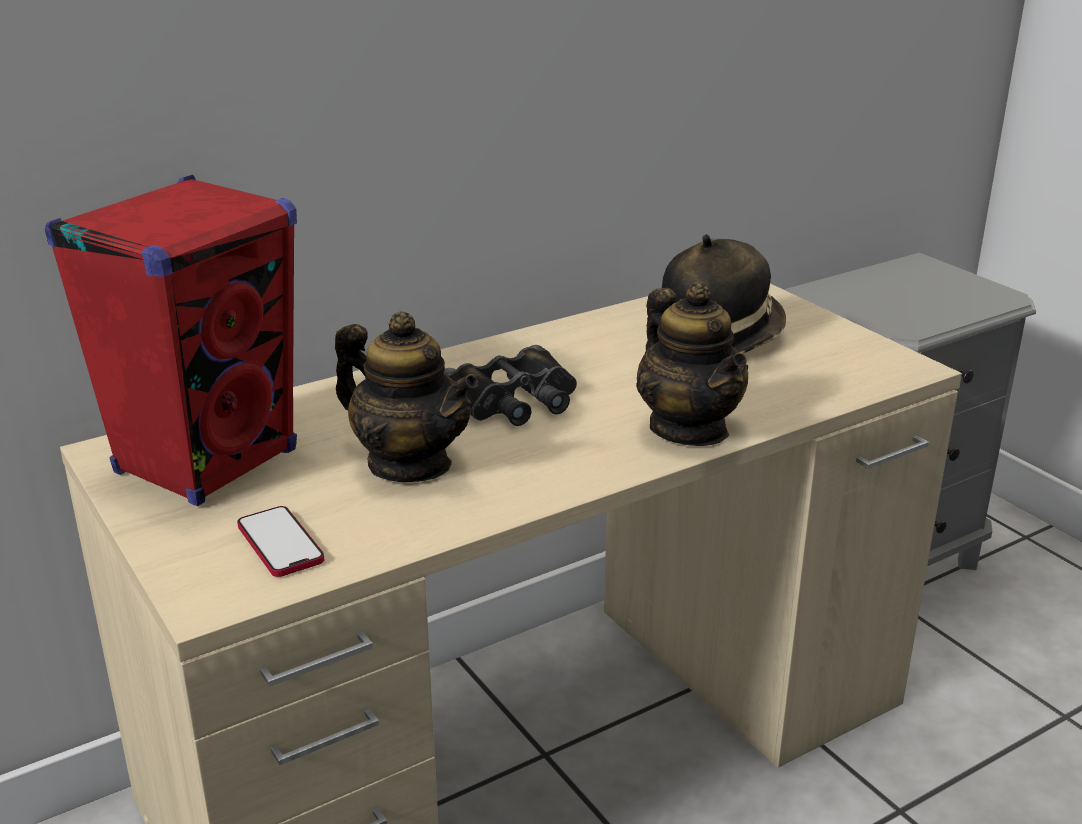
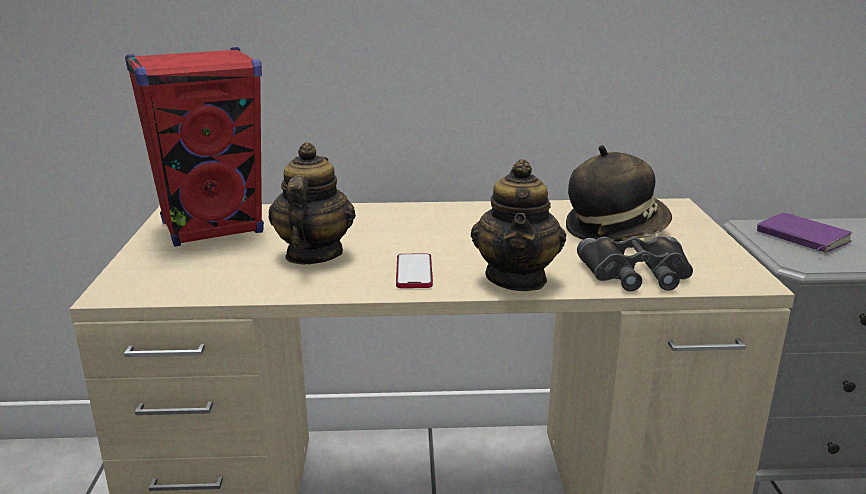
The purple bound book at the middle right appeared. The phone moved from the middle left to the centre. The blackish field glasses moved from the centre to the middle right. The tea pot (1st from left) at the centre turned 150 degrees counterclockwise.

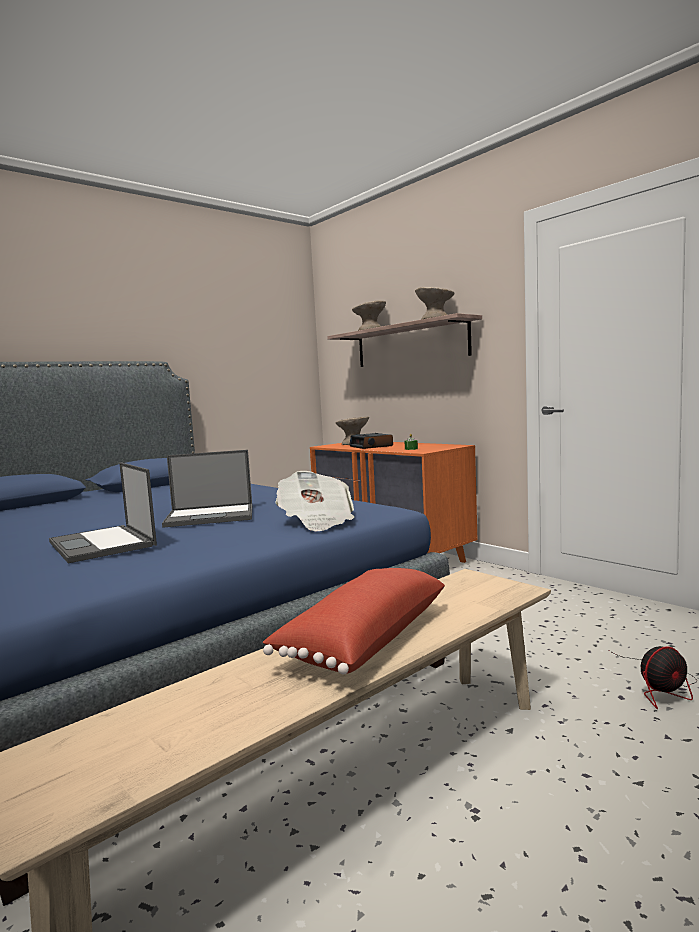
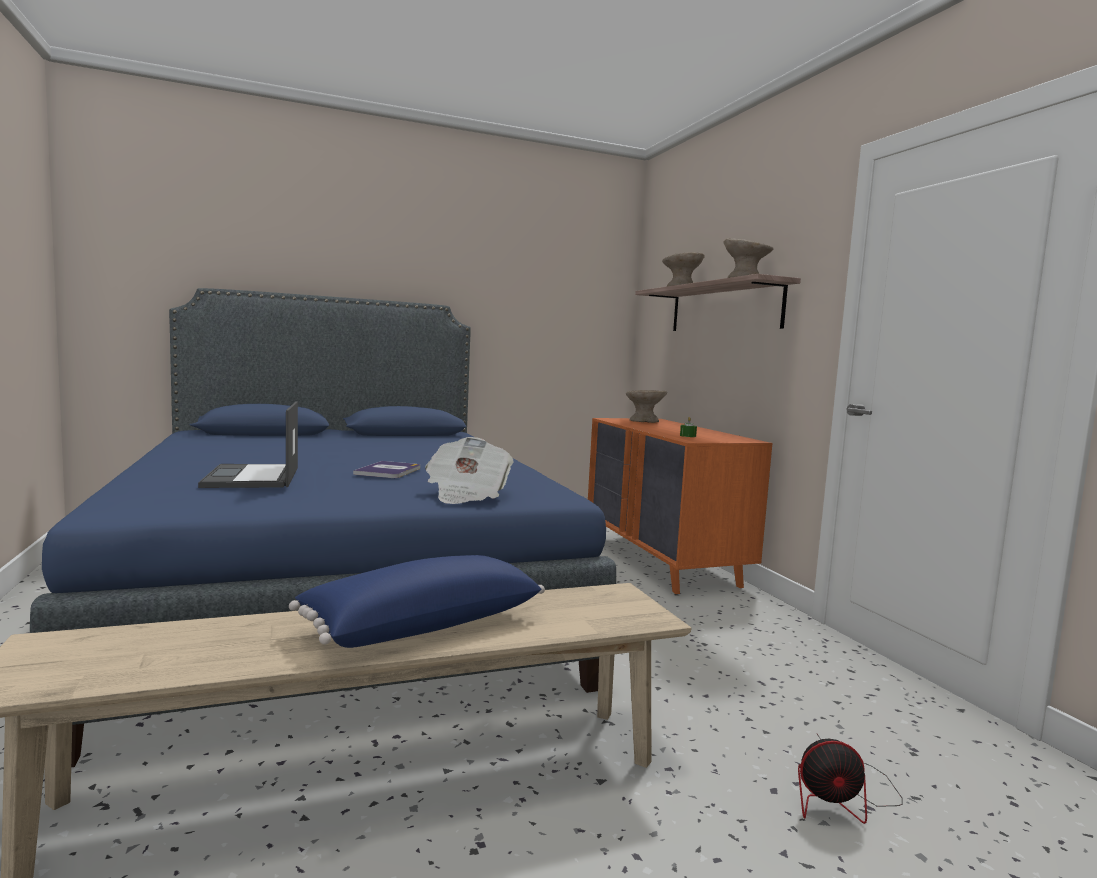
The bedside clock at the centre disappeared. The notebook computer (2nd from left) at the middle left was replaced by the bound book at the centre. The red throw pillow at the centre became the blue throw pillow at the bottom centre.

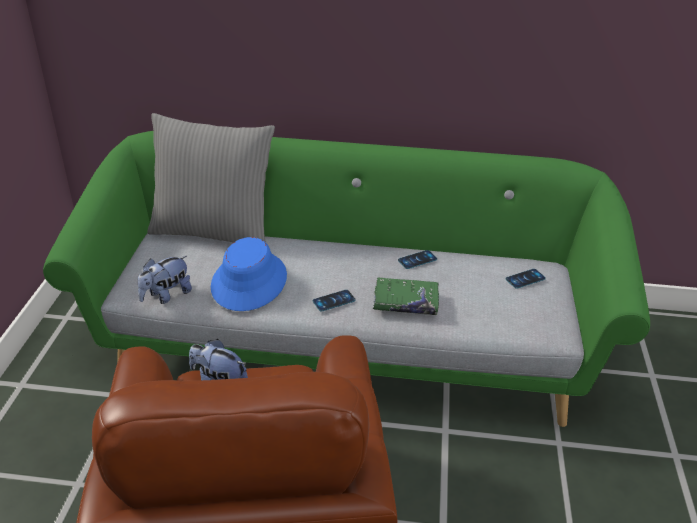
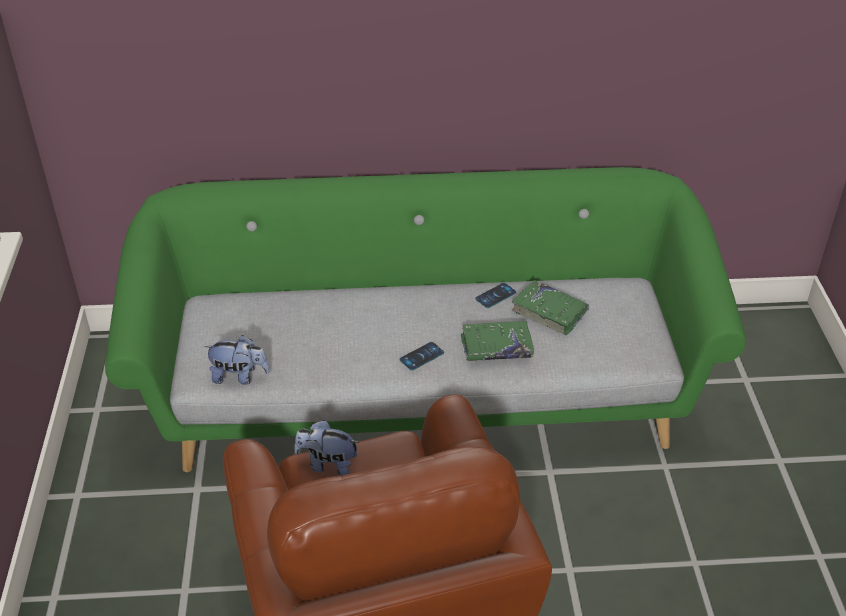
The gray throw pillow at the middle left disappeared. The blue hat at the centre disappeared. The phone (3rd from left) at the middle right disappeared. The greenish bound book (2nd from left) at the centre appeared. The plush toy (1st from left) at the middle left turned 120 degrees counterclockwise.

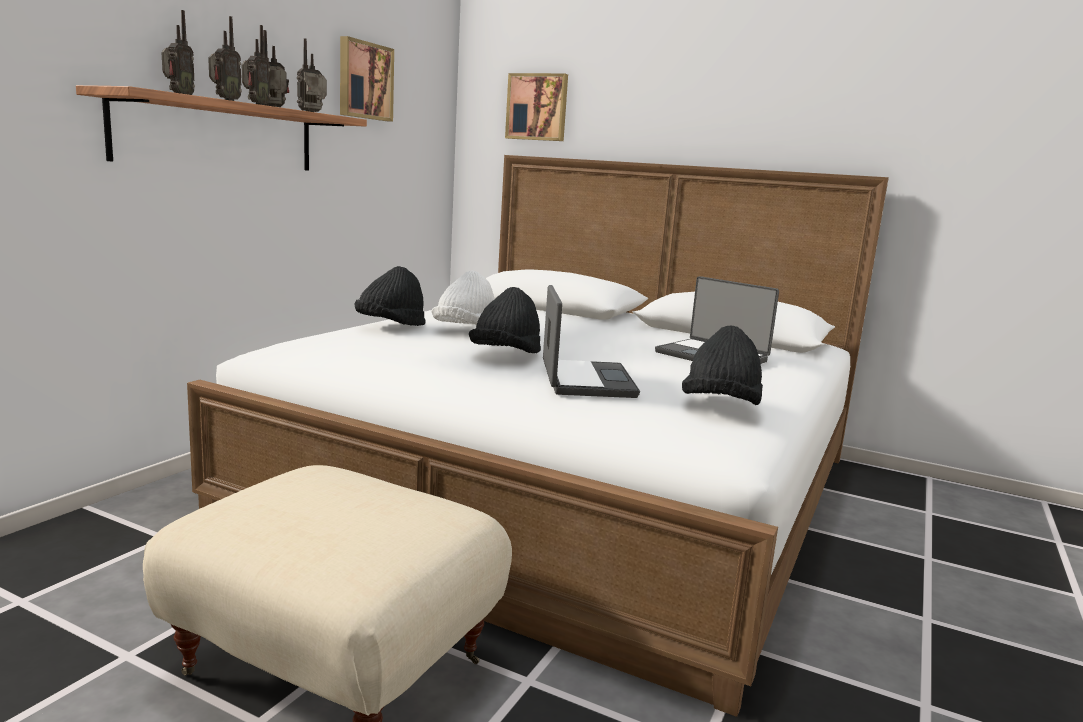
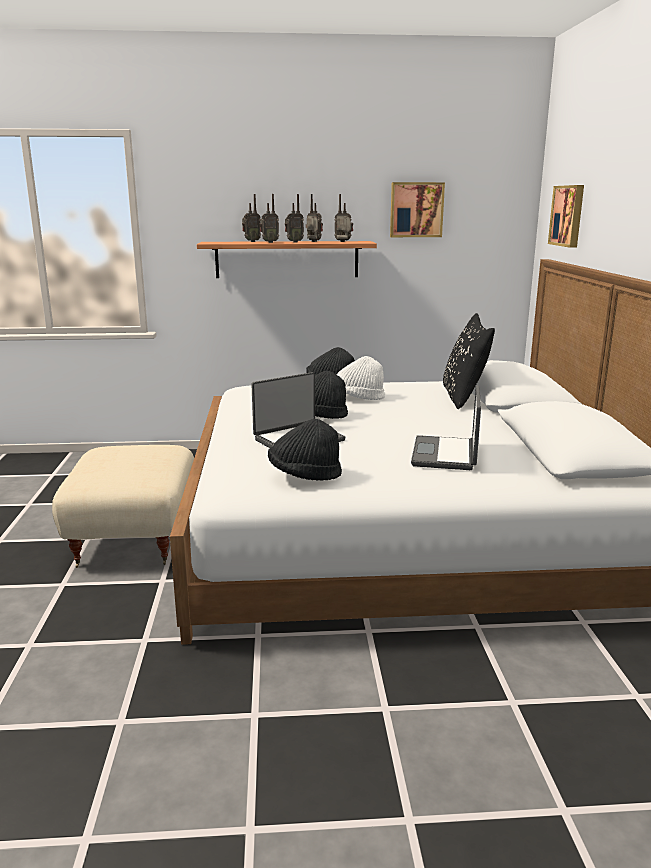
The blackish throw pillow at the middle right appeared.

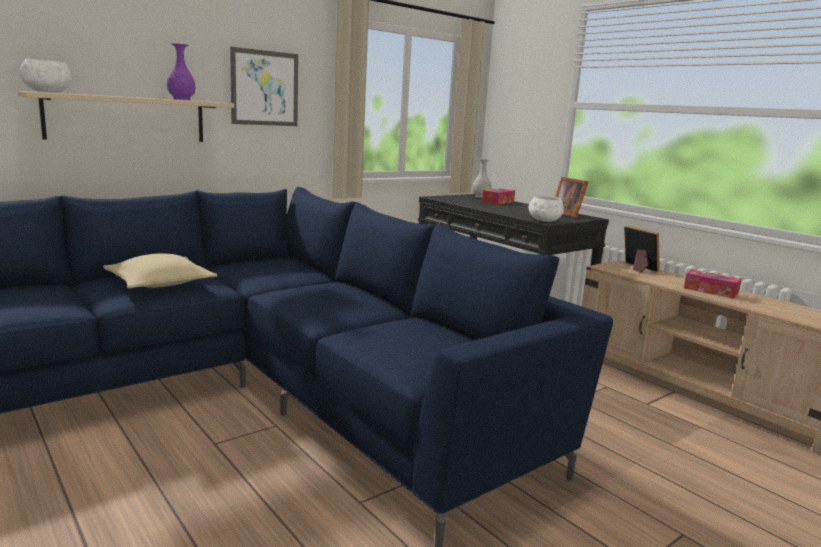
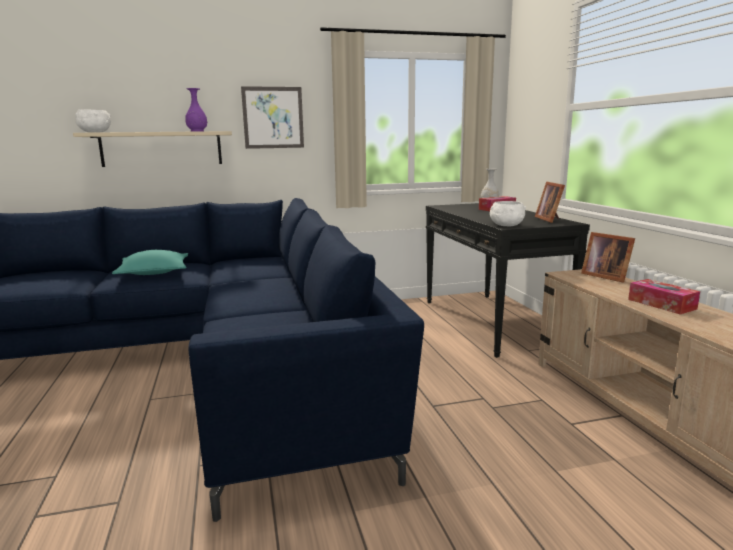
The beige throw pillow at the middle left became the blue-green throw pillow at the middle left. The picture frame (2nd from left) at the middle right turned 150 degrees clockwise.

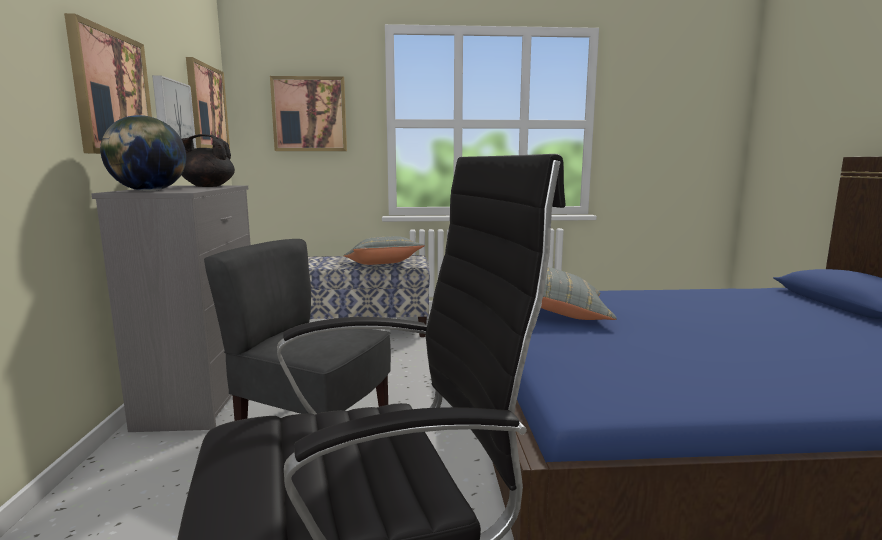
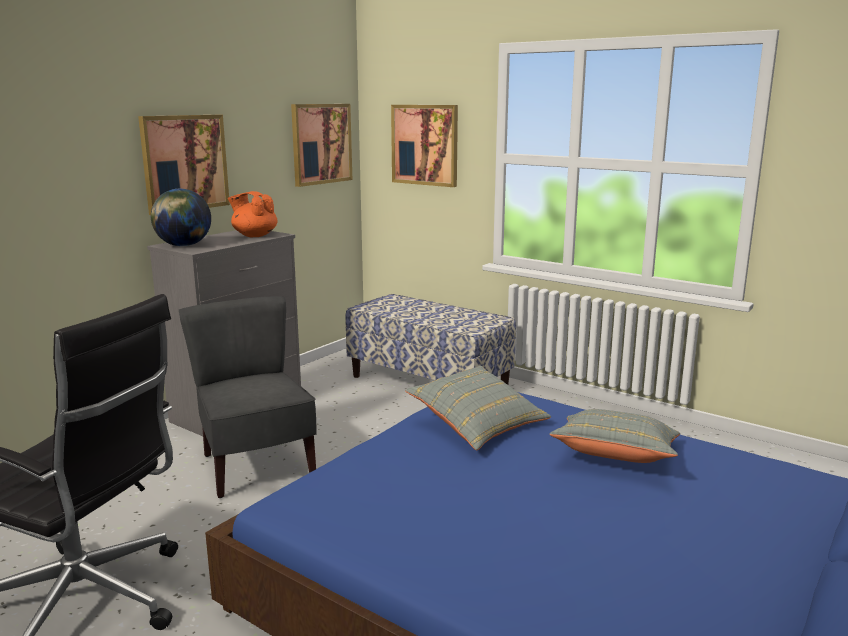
The wall art (2nd from left) at the top left disappeared. The gray throw pillow (1st from left in the first image) moved from the centre to the bottom right. The blackish tea pot at the top left became the orangey tea pot at the middle left.

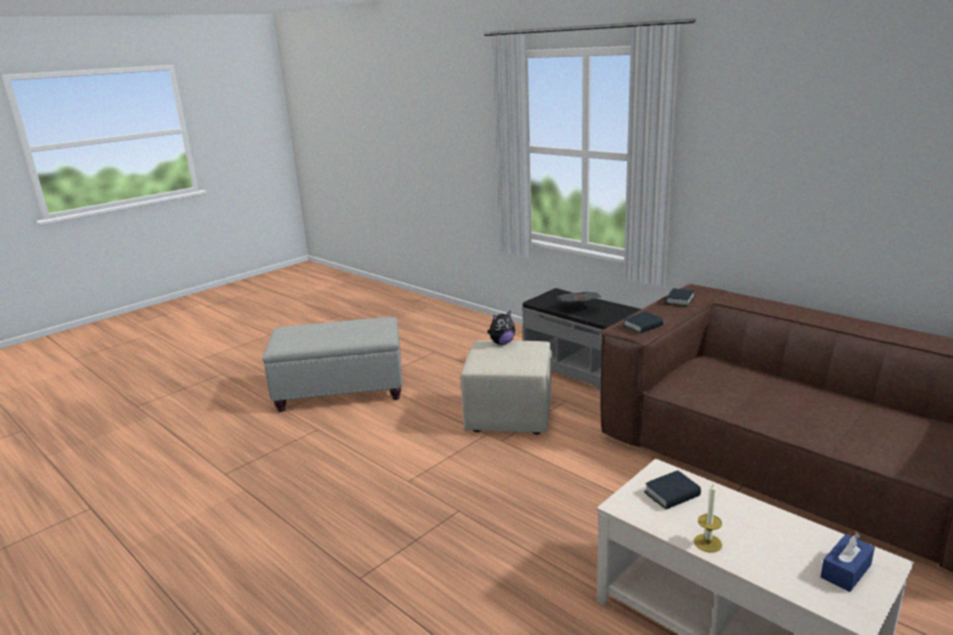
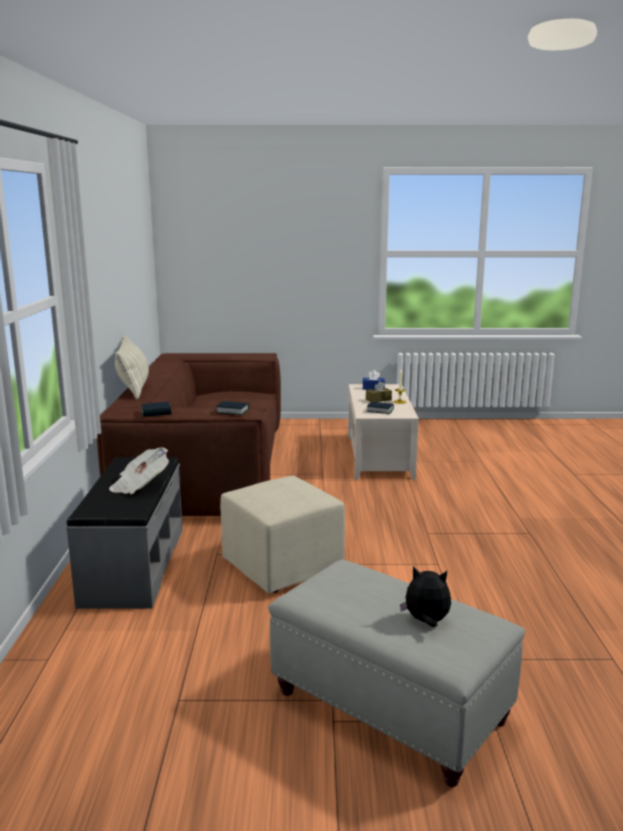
The throw pillow at the middle left appeared. The brownish box of tissues at the centre appeared. The plush toy moved from the centre to the bottom right.

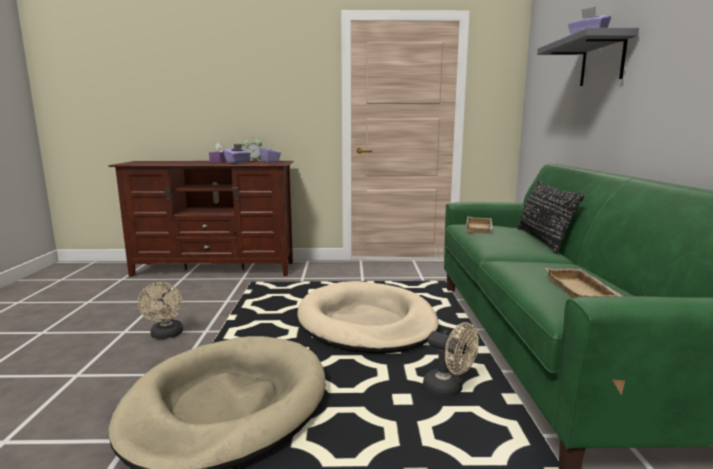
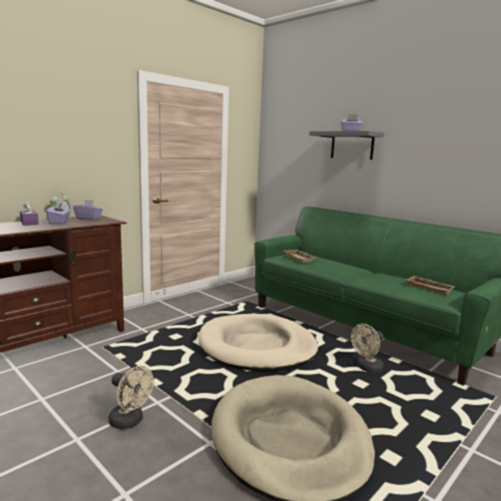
The blackish throw pillow at the middle right disappeared. The beige electric fan (2nd from left) at the bottom centre turned 150 degrees clockwise.

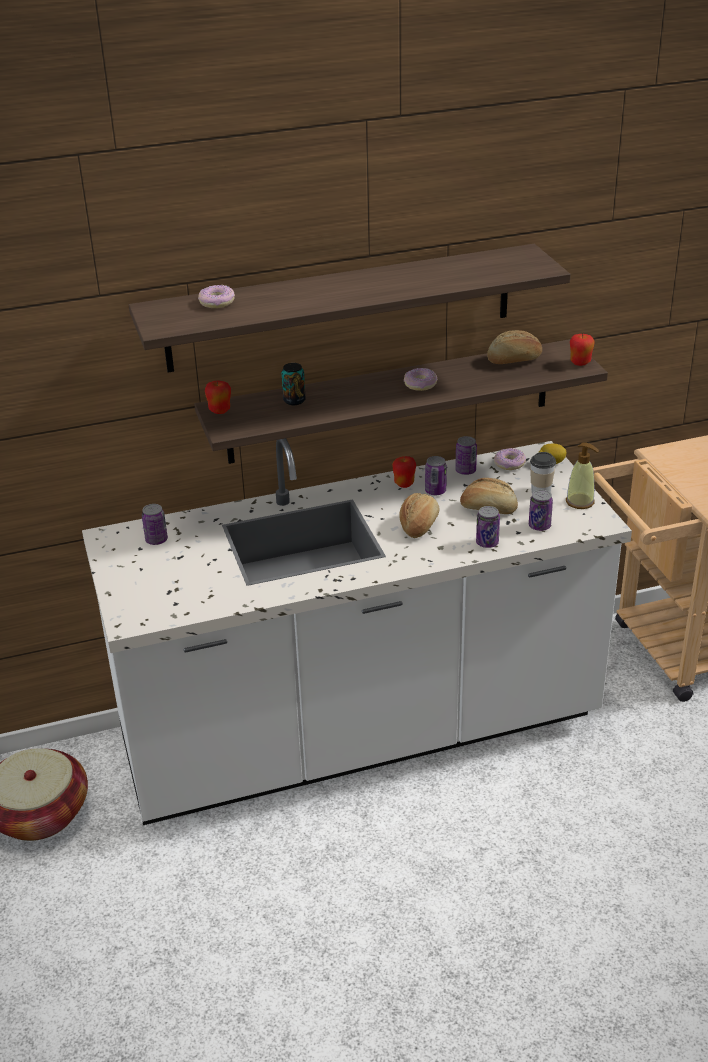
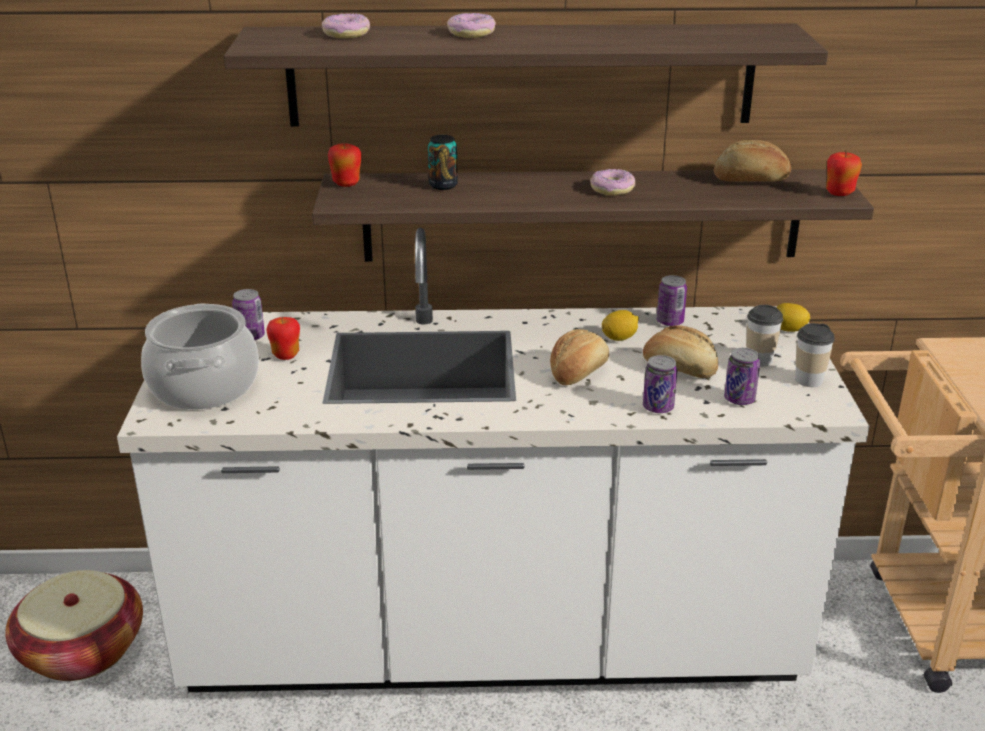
The stockpot at the middle left appeared. The apple (2nd from left in the first image) moved from the centre to the middle left. The ring doughnut (3rd from left in the first image) moved from the middle right to the top centre. The metal can (3rd from left) at the centre was replaced by the citrus fruit (1st from left) at the centre. The soap dispenser at the middle right was replaced by the small cup (2nd from left) at the middle right.

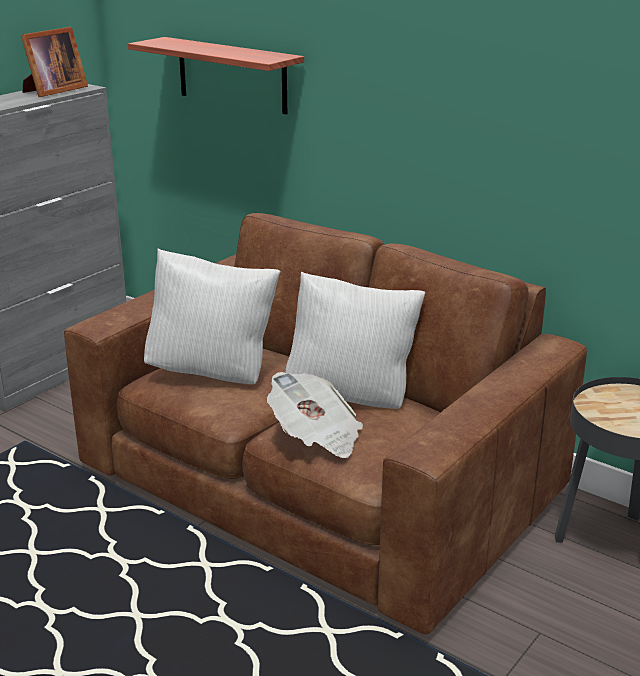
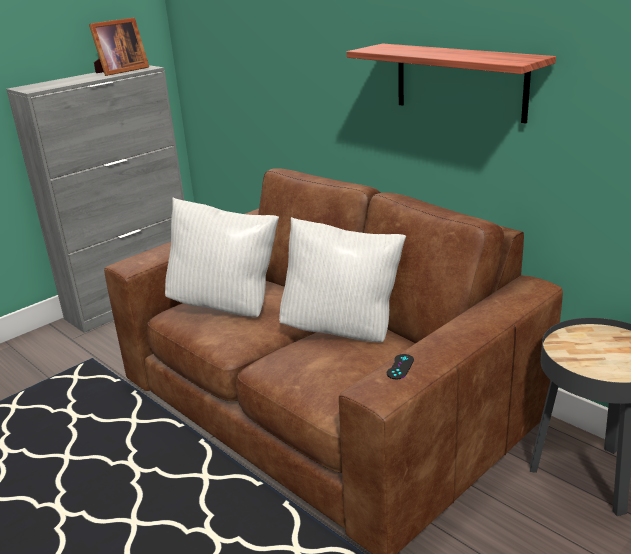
The daily paper at the centre disappeared. The blackish gamepad at the centre appeared. The shelf moved from the top centre to the top right.

